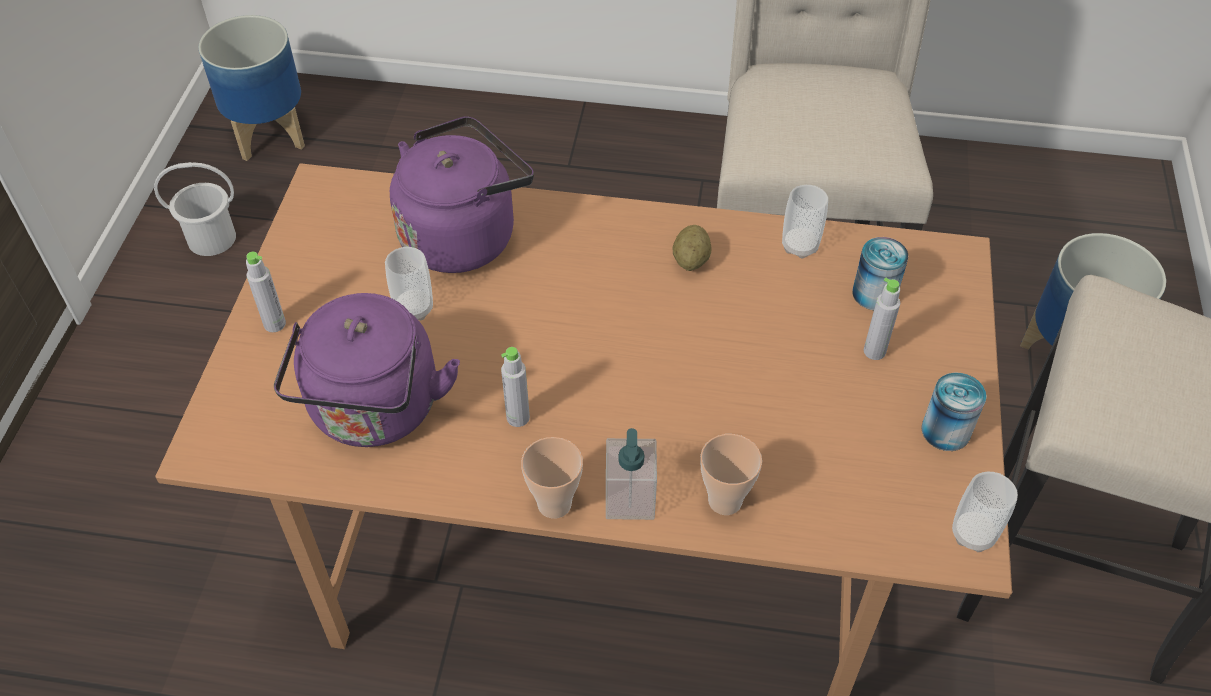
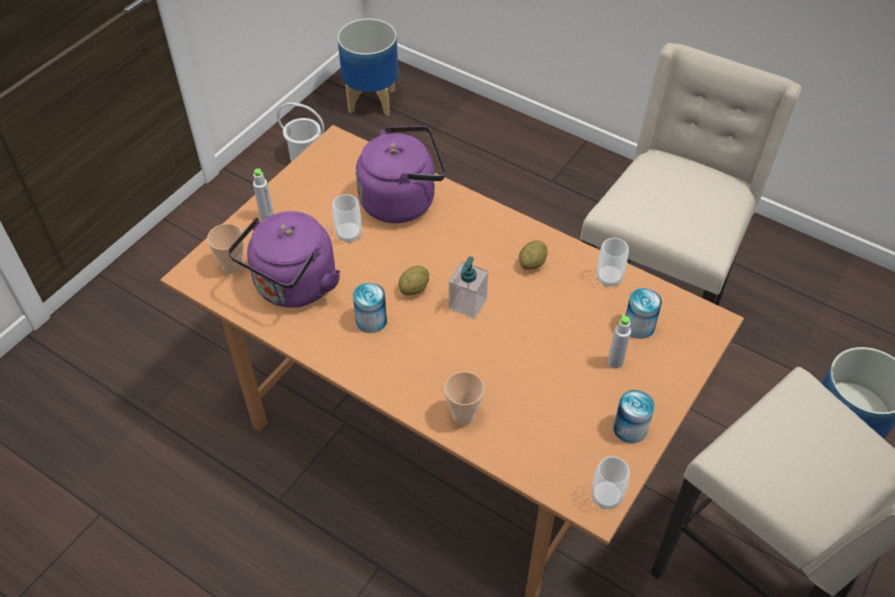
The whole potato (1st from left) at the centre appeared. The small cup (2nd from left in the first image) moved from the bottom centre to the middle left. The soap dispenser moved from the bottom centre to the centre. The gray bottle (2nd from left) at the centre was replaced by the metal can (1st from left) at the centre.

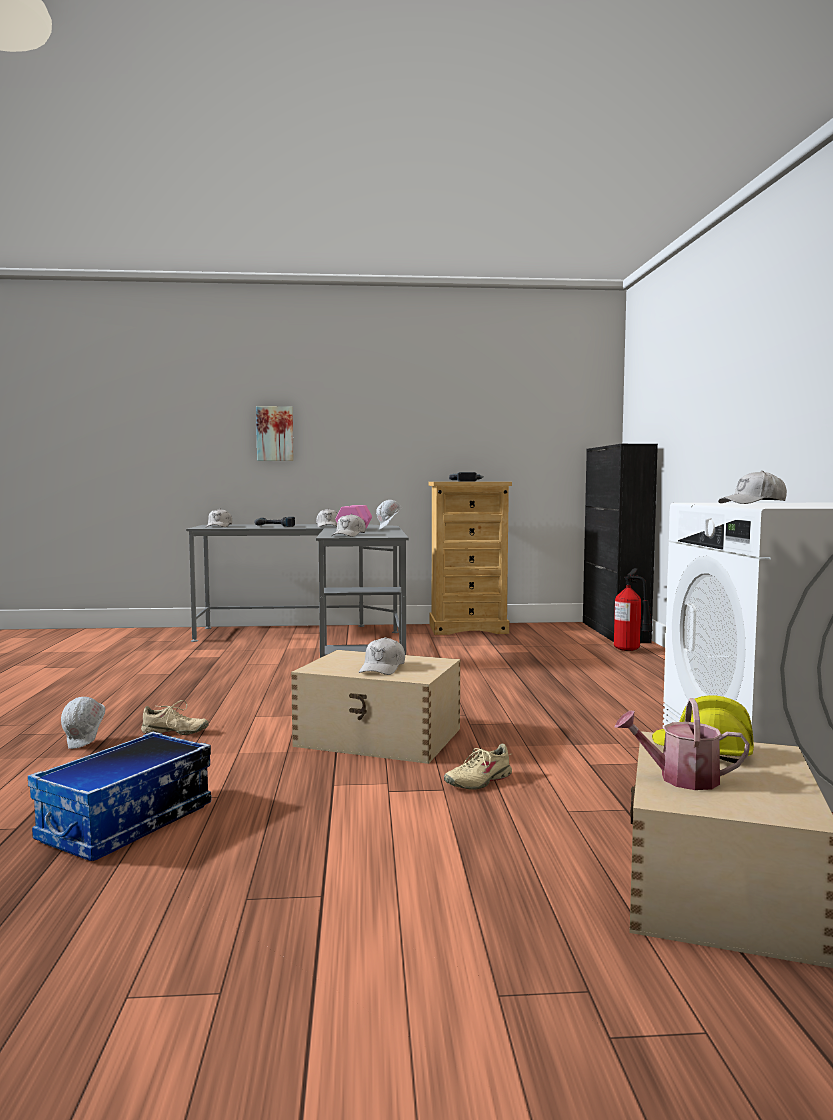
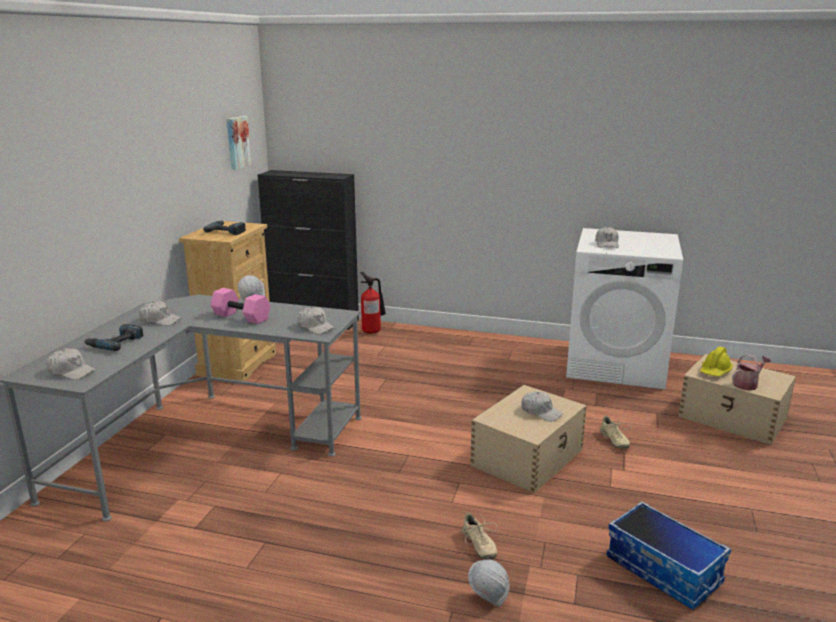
The wall art moved from the middle left to the top left. The beige low shoe (1st from left) at the middle left turned 135 degrees clockwise. The sprinkling can at the middle right turned 150 degrees counterclockwise.

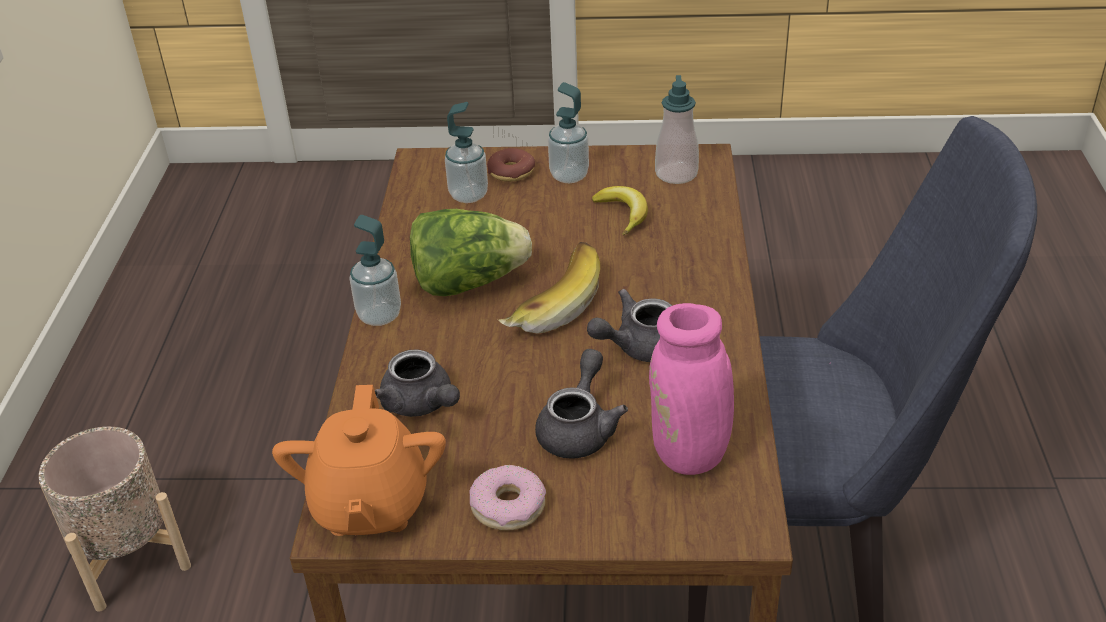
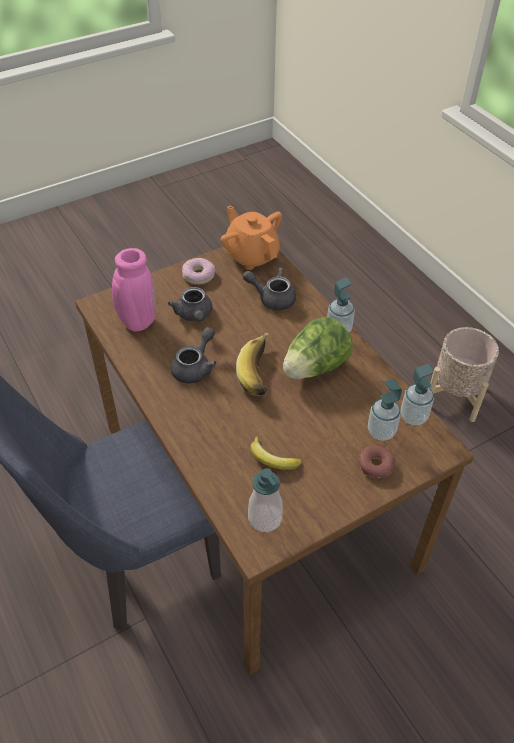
The soap dispenser (3rd from left in the first image) moved from the top centre to the middle right.

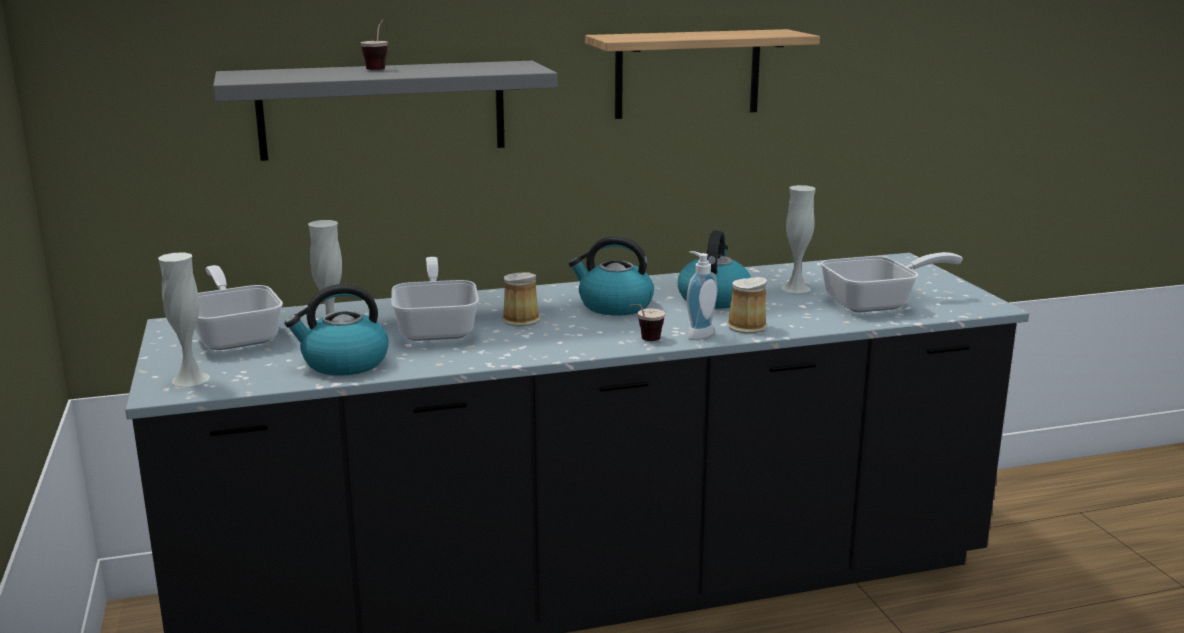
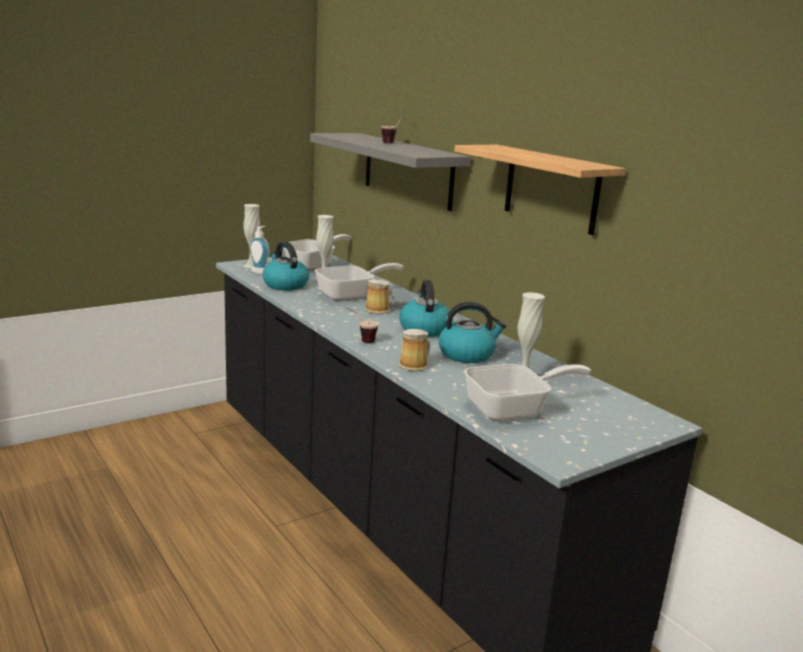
The soap dispenser moved from the centre to the middle left. The frying pan (3rd from left) at the middle right turned 75 degrees counterclockwise.

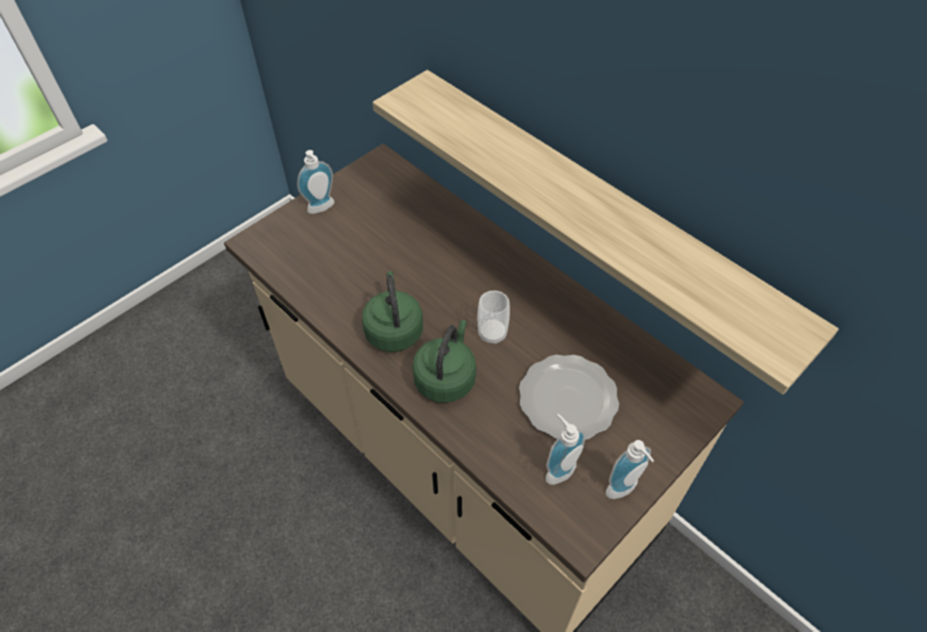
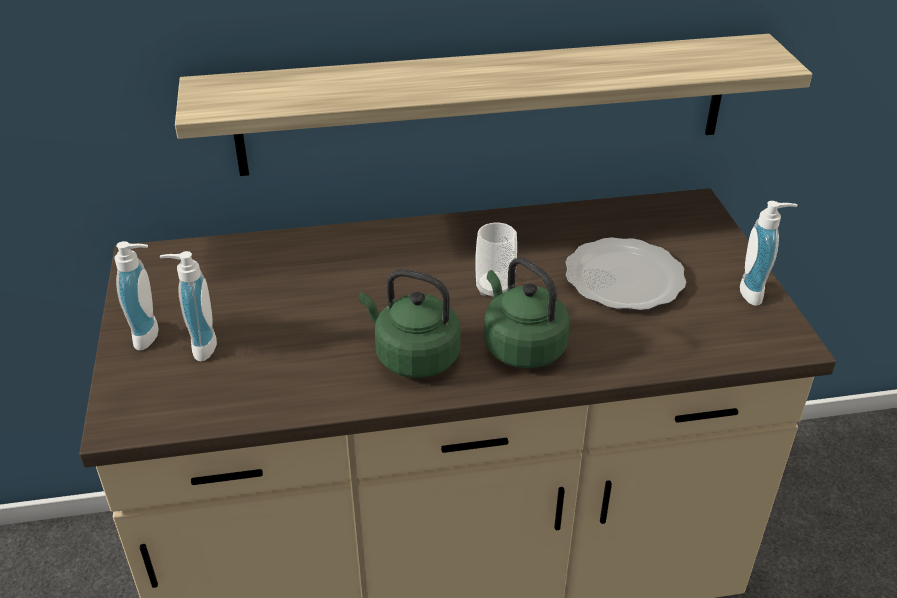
The soap dispenser (2nd from left) moved from the bottom centre to the middle left.

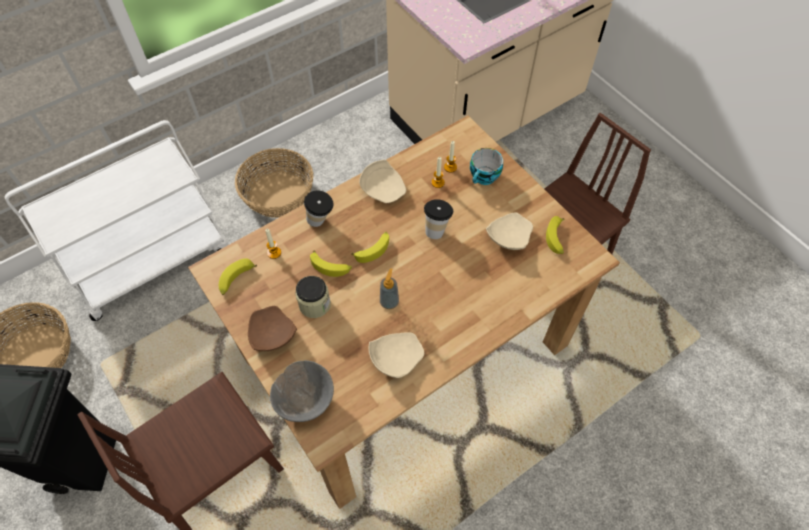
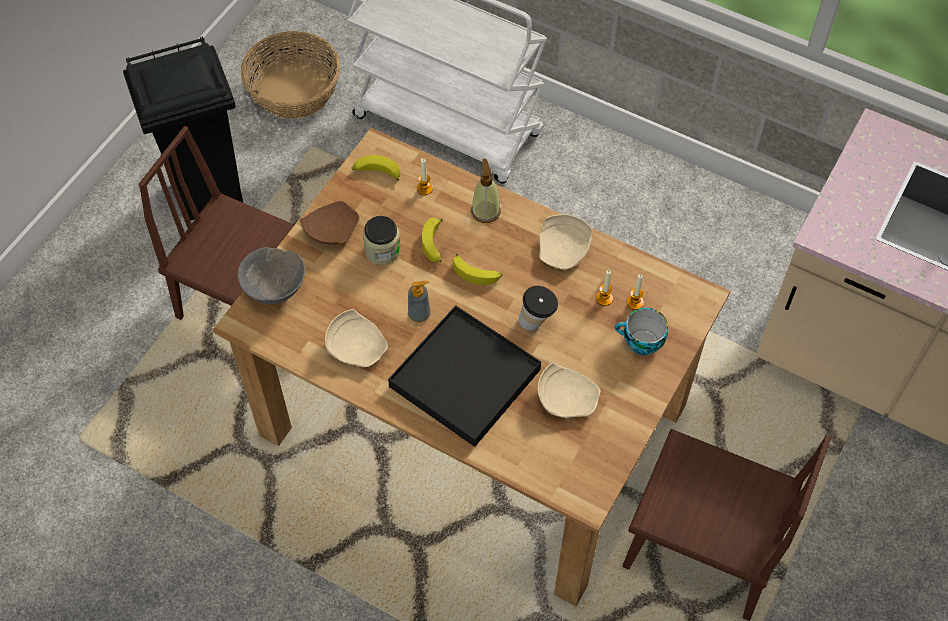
The storage basket (2nd from left) at the centre disappeared. The banana fruit (4th from left) at the middle right disappeared. The blackish carrying tray at the centre appeared. The small cup (1st from left) at the centre was replaced by the soap dispenser (2nd from left) at the top centre.

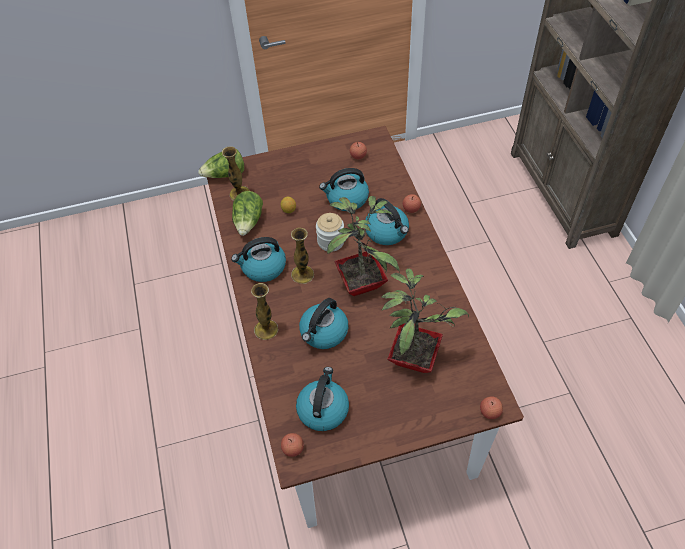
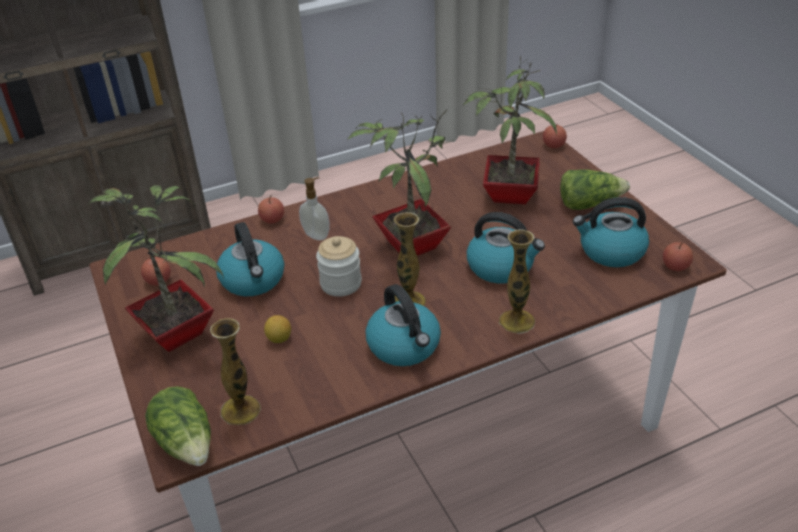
The potted plant (1st from left) at the middle left appeared. The lettuce (2nd from left) moved from the centre to the middle right. The water kettle (5th from left) at the centre was replaced by the soap dispenser at the centre.

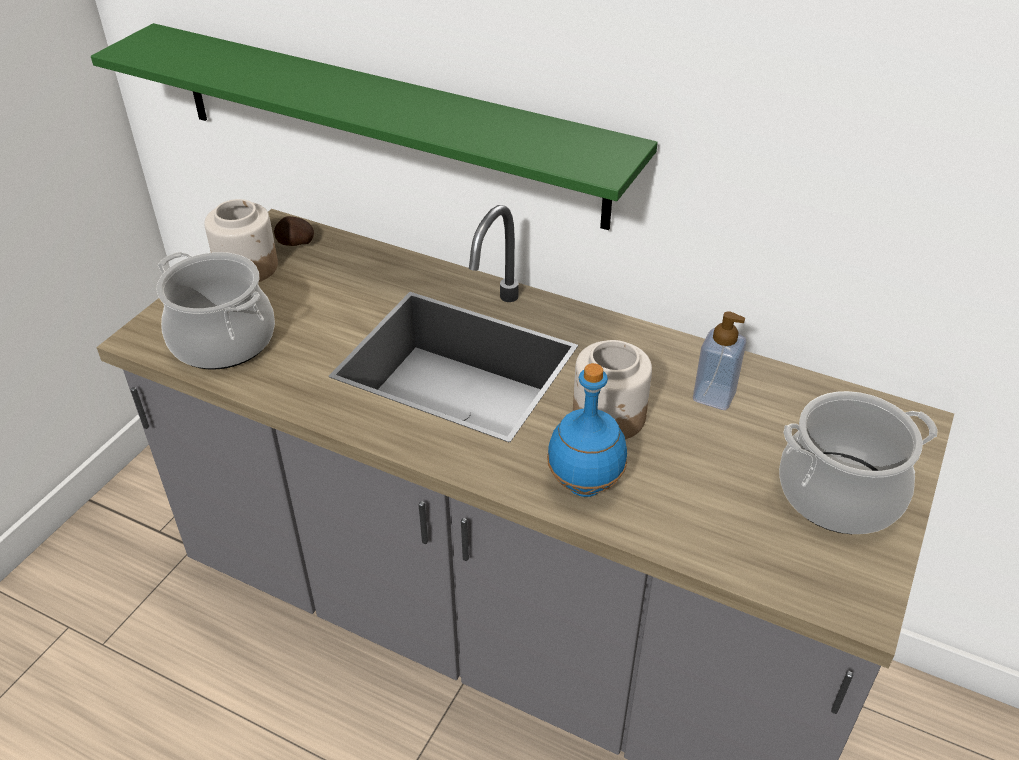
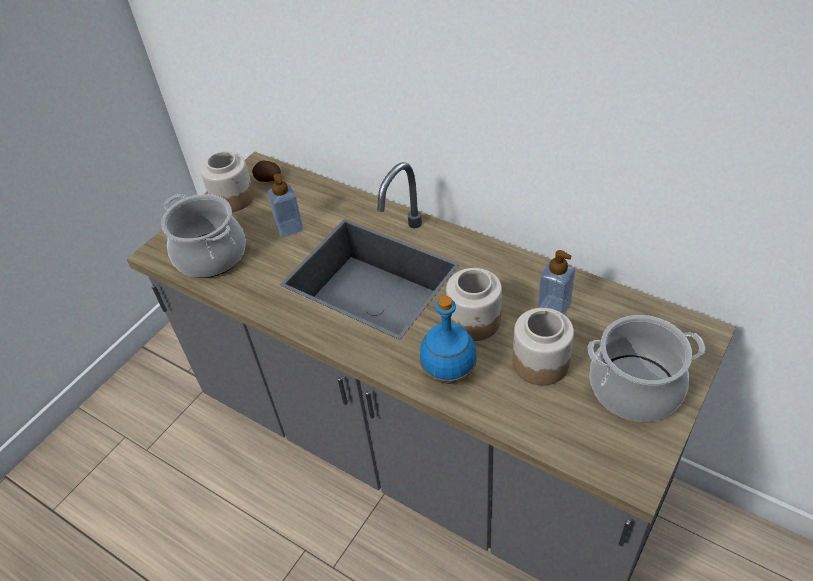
The greenish shelf at the top centre disappeared. The soap dispenser (1st from left) at the centre appeared. The preserve jar (3rd from left) at the middle right appeared.

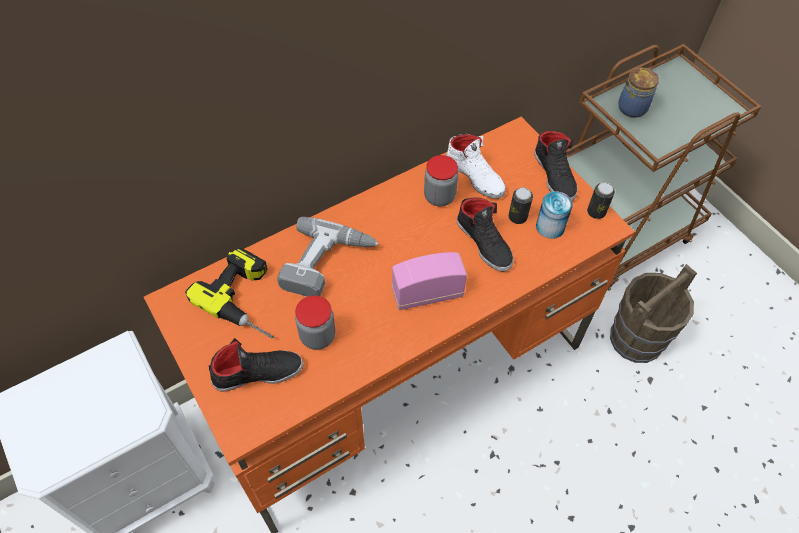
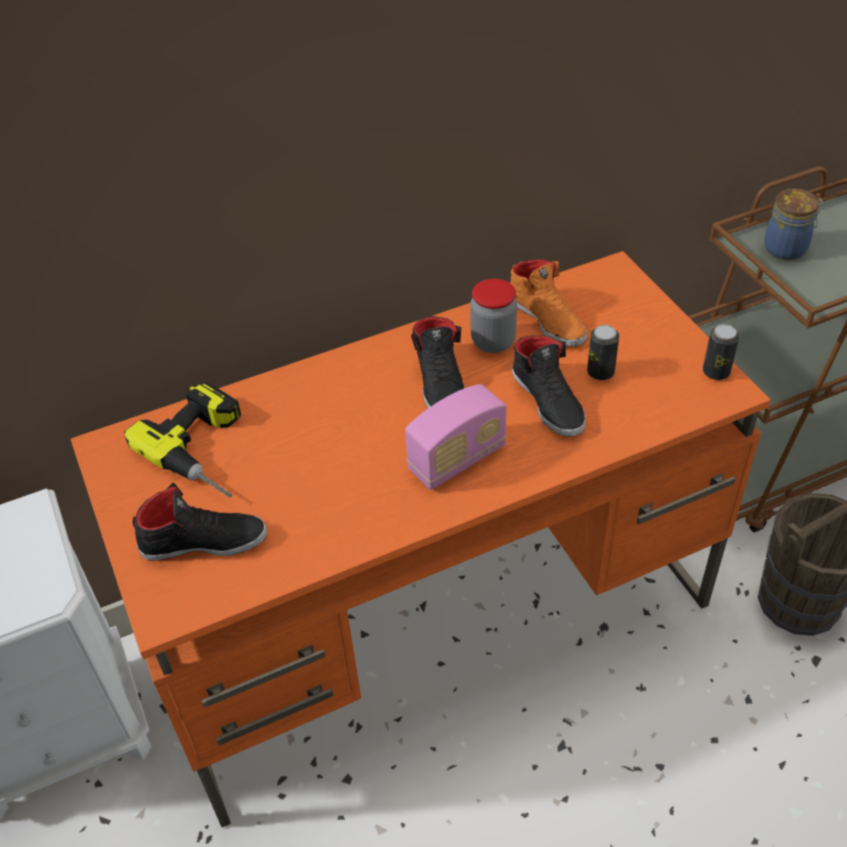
The power drill (2nd from left) at the centre disappeared. The preserve jar (1st from left) at the centre disappeared. The metal can (2nd from left) at the middle right disappeared. The blackish low shoe (3rd from left in the first image) moved from the top right to the centre. The white-coloured low shoe at the top centre became the orangey low shoe at the centre. The radio receiver at the centre turned 150 degrees clockwise.

